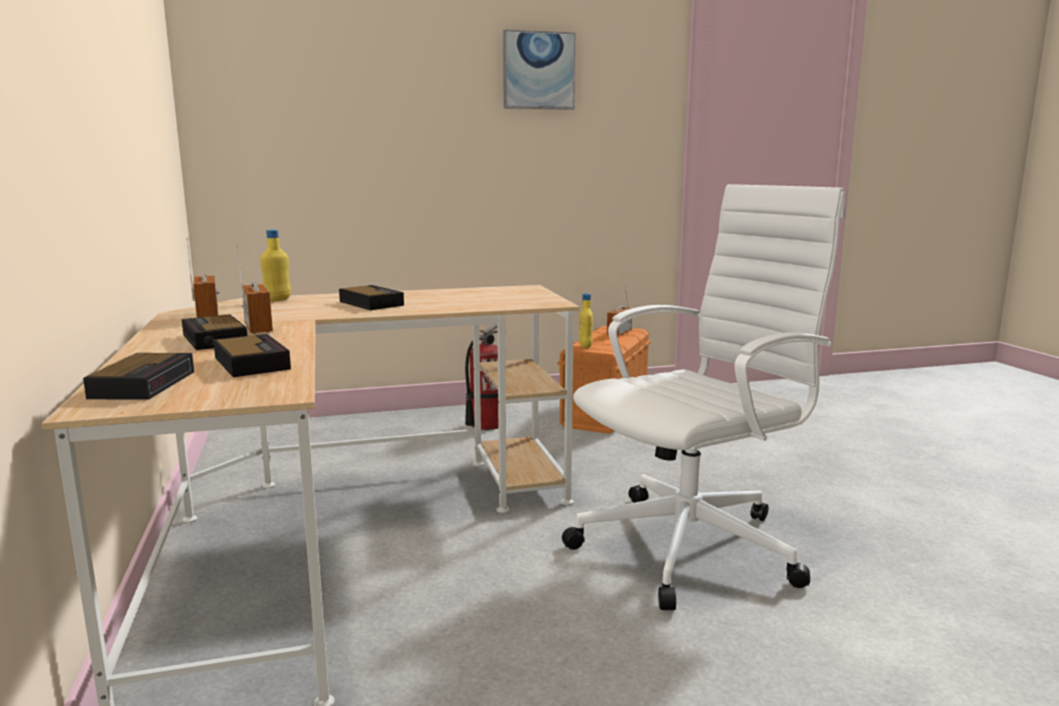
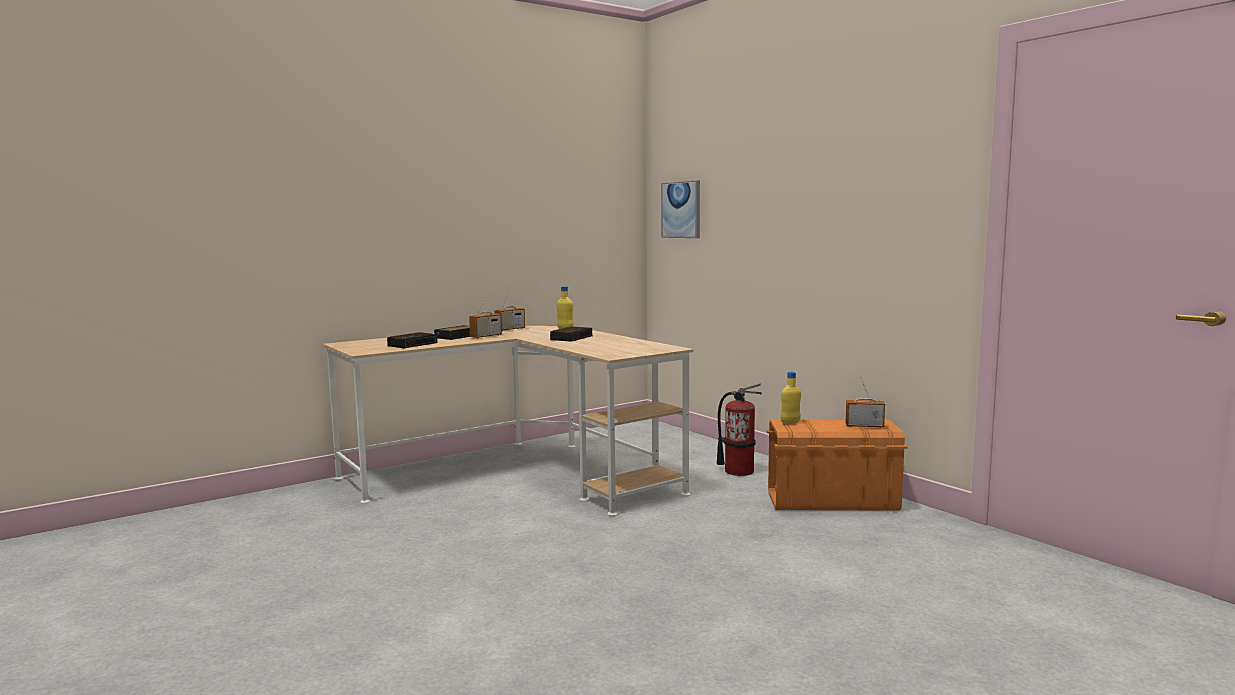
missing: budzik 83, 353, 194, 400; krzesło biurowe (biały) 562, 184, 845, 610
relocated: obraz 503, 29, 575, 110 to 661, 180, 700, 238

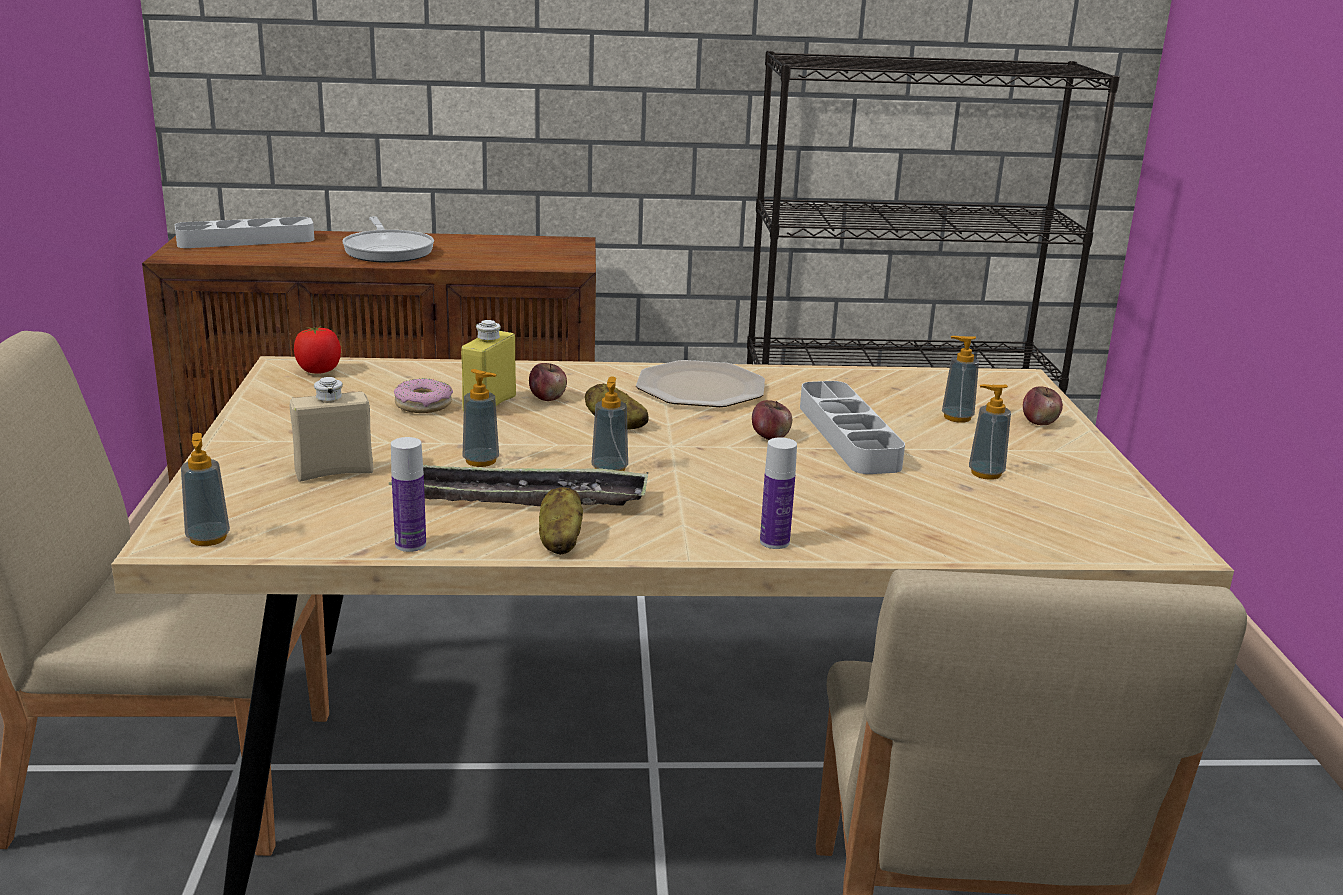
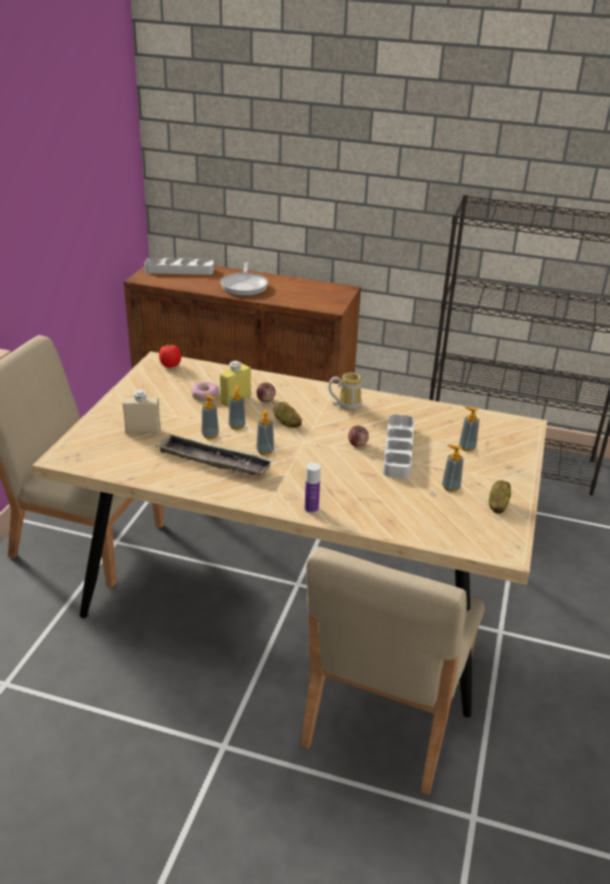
missing: butelka 391, 437, 426, 552; jabłko 1023, 386, 1063, 425
relocated: dozownik mydła 181, 433, 230, 546 to 229, 385, 246, 430; ziemniak 539, 487, 583, 555 to 489, 480, 511, 514
exchanged: talerz 636, 360, 765, 407 to kubek 328, 373, 362, 411

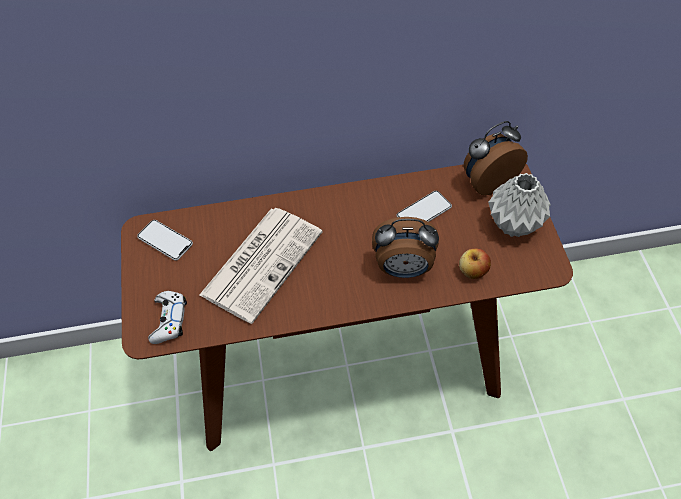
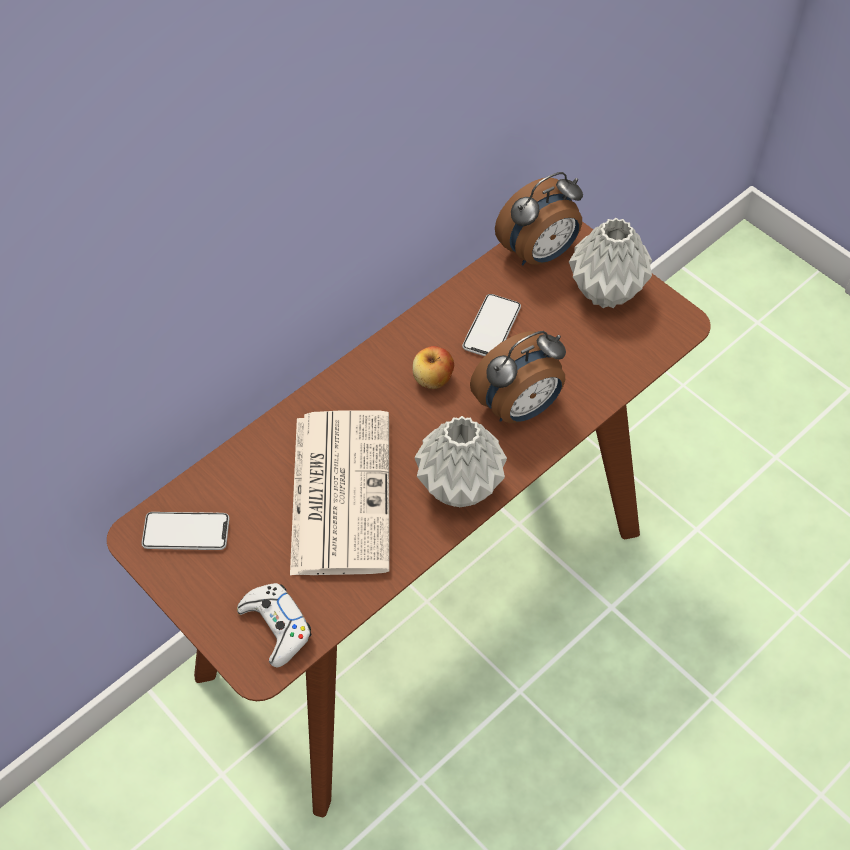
appeared: wazon (szary) 414, 416, 507, 507
relocated: jabłko 459, 249, 491, 279 to 412, 346, 454, 389
spun: budzik 464, 121, 528, 195 = 495, 172, 583, 266 150 degrees counterclockwise

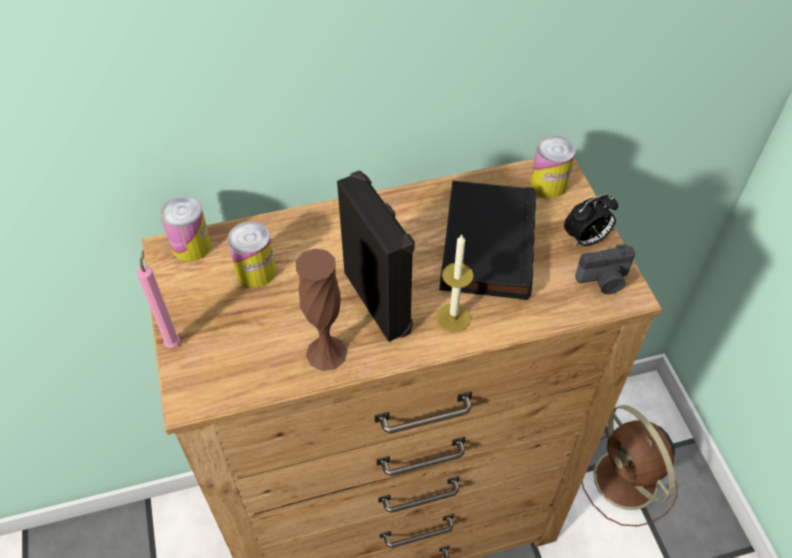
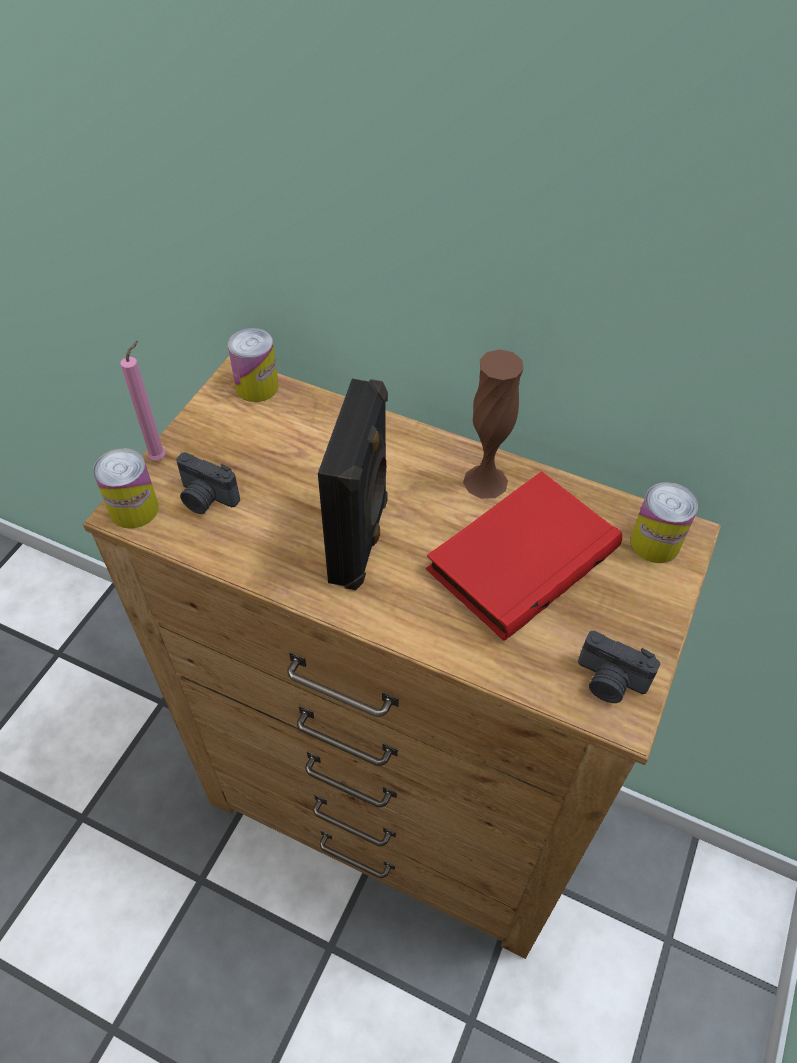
missing: świeca 436, 234, 474, 332; budzik 564, 194, 618, 247; wentylator (brązowy) 582, 405, 678, 527
appeared: aparat fotograficzny 176, 452, 240, 514
relocated: puszka 228, 221, 276, 287 to 93, 448, 159, 529; wazon (brązowy) 296, 249, 348, 371 to 463, 349, 524, 499
colour: książka (czarny) 439, 181, 536, 300 to książka (czerwony) 426, 471, 622, 641

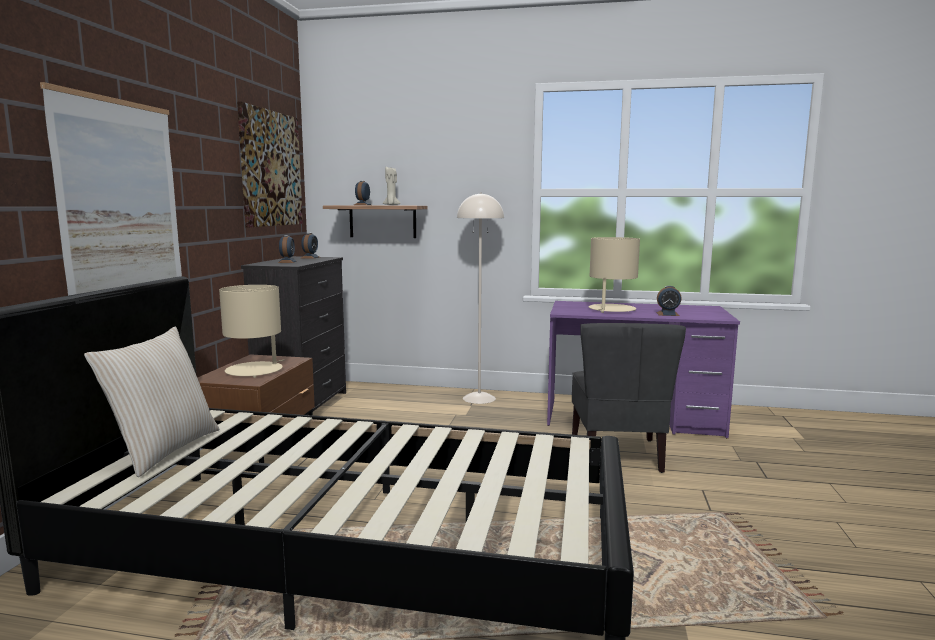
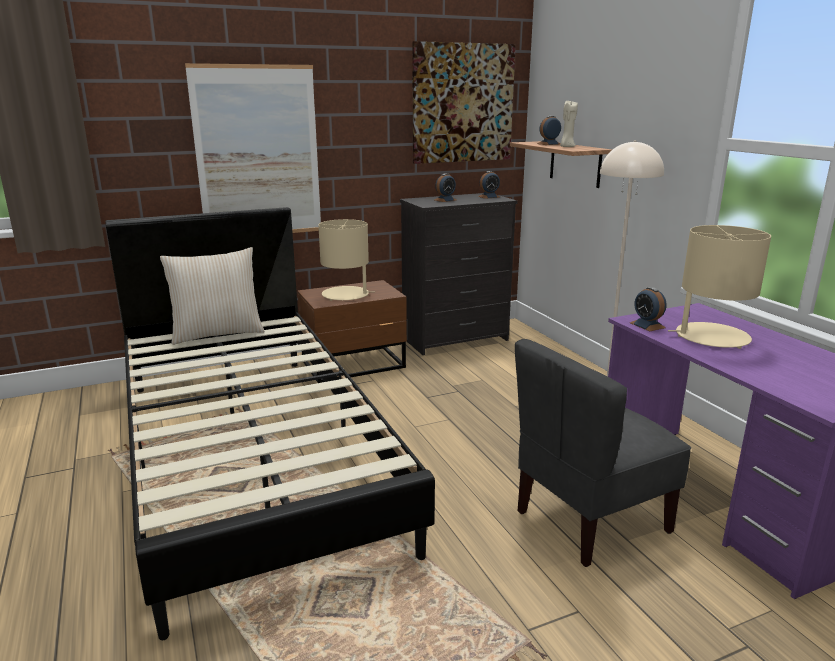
relocated: budzik 656, 286, 682, 316 to 630, 287, 667, 331

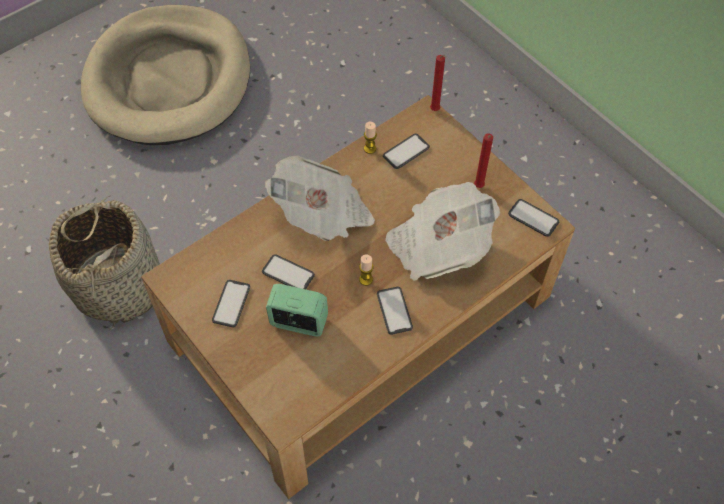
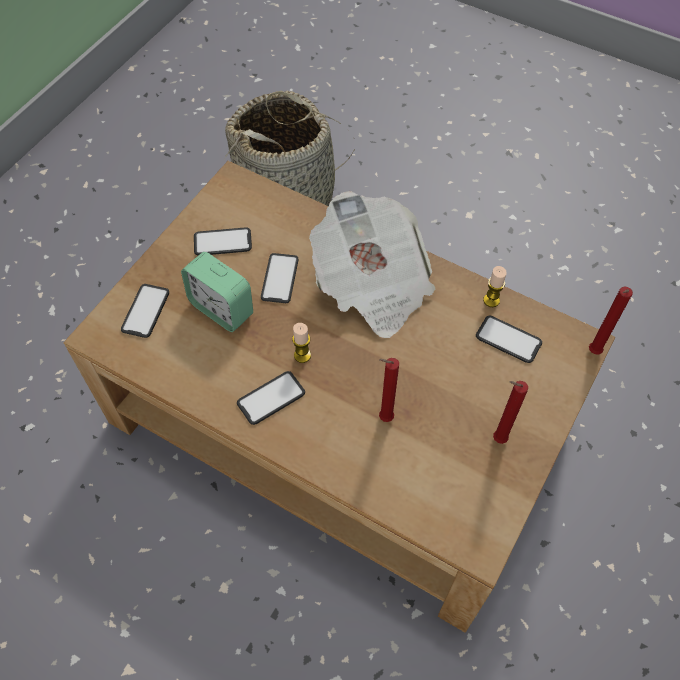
missing: legowisko (beżowy) 81, 5, 250, 145
relocated: telefon 508, 199, 559, 237 to 121, 284, 169, 338
exchanged: gazeta 385, 182, 500, 281 to świeca (czerwony) 379, 358, 399, 422
spun: budzik 266, 284, 328, 336 = 181, 252, 253, 332 135 degrees clockwise

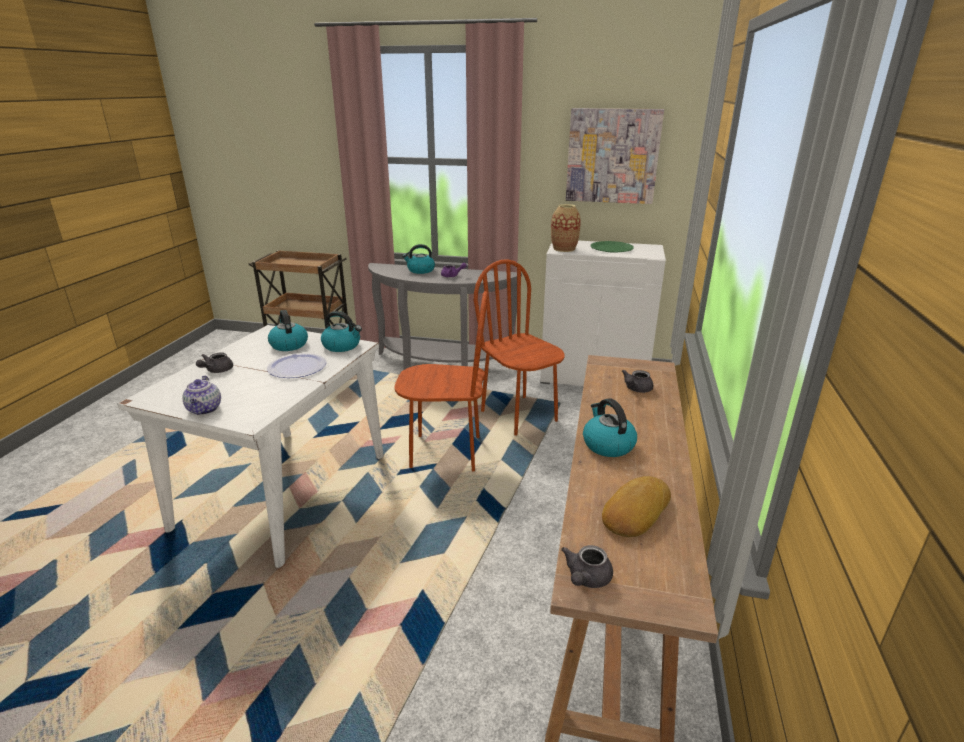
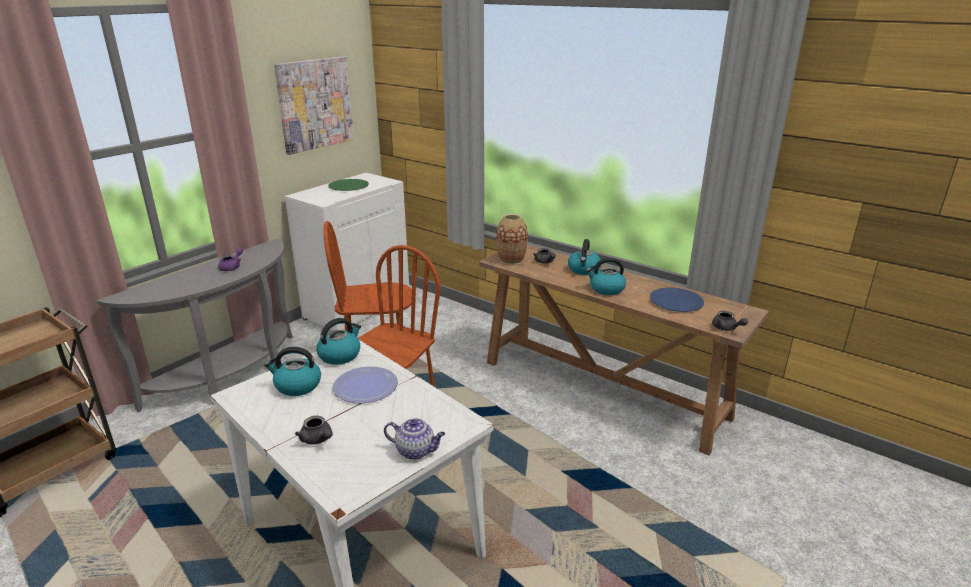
relocated: czajnik 402, 244, 435, 274 to 568, 239, 601, 275; wazon 551, 204, 581, 252 to 496, 213, 528, 264
exchanged: chleb 602, 476, 671, 537 to talerz (niebieski) 650, 288, 704, 312

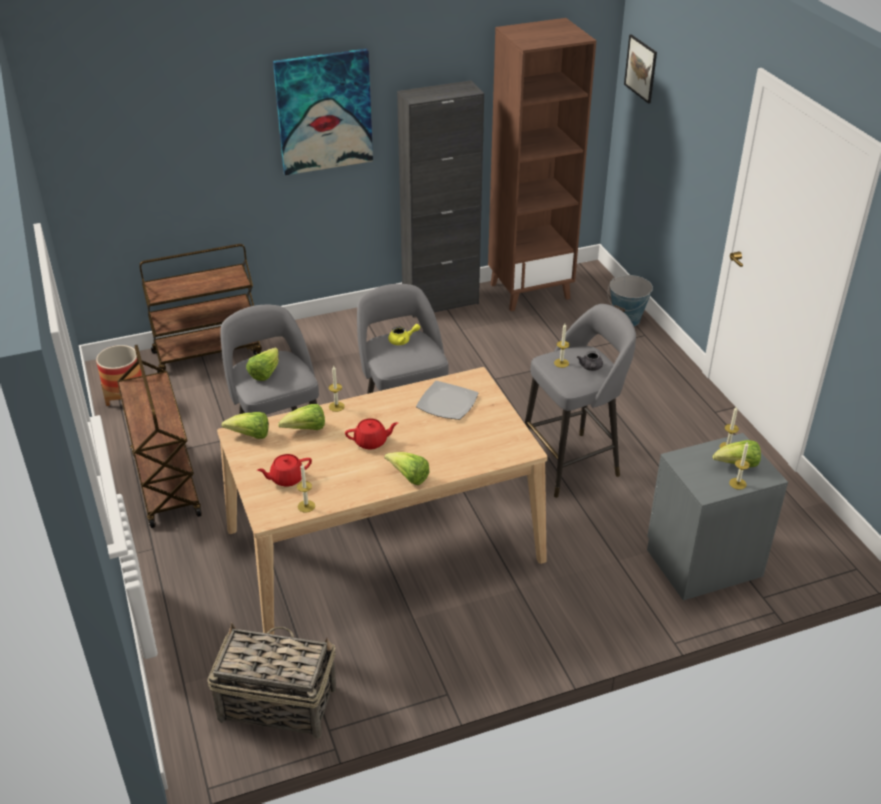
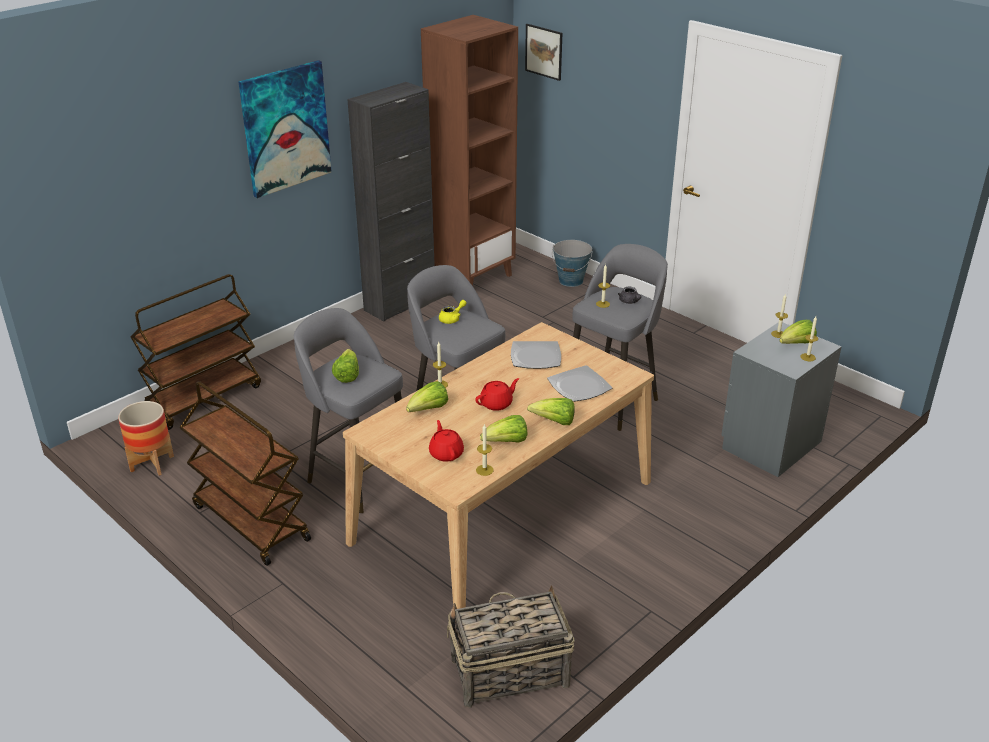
appeared: talerz 547, 365, 613, 402
relocated: sałata 221, 412, 269, 439 to 480, 415, 528, 443
spun: imbryk (czerwony) 257, 454, 312, 487 = 429, 420, 464, 462 120 degrees clockwise

